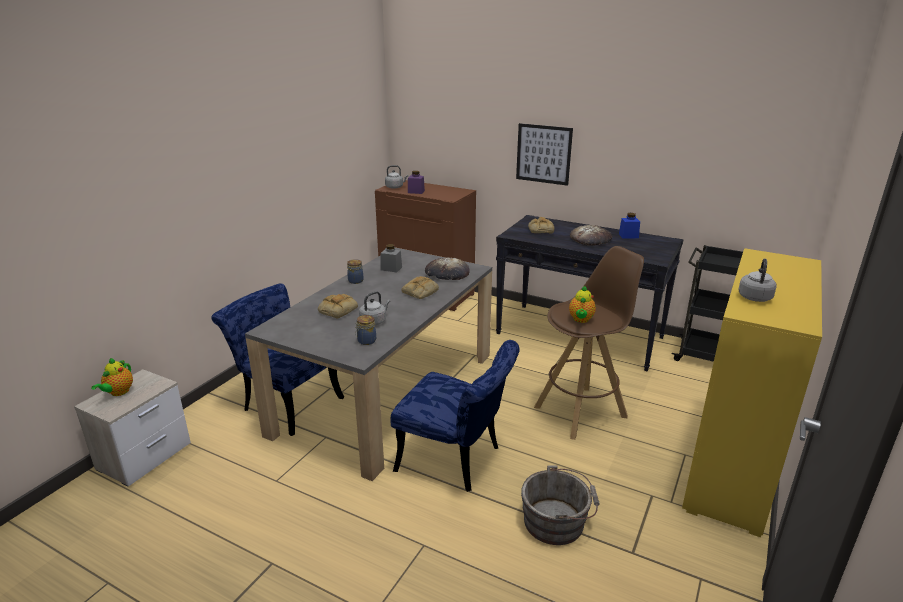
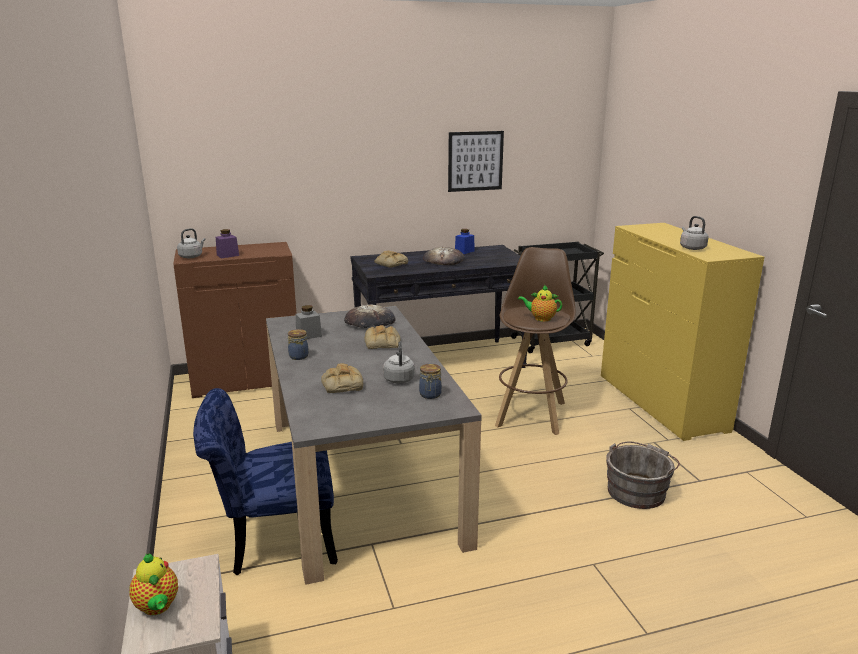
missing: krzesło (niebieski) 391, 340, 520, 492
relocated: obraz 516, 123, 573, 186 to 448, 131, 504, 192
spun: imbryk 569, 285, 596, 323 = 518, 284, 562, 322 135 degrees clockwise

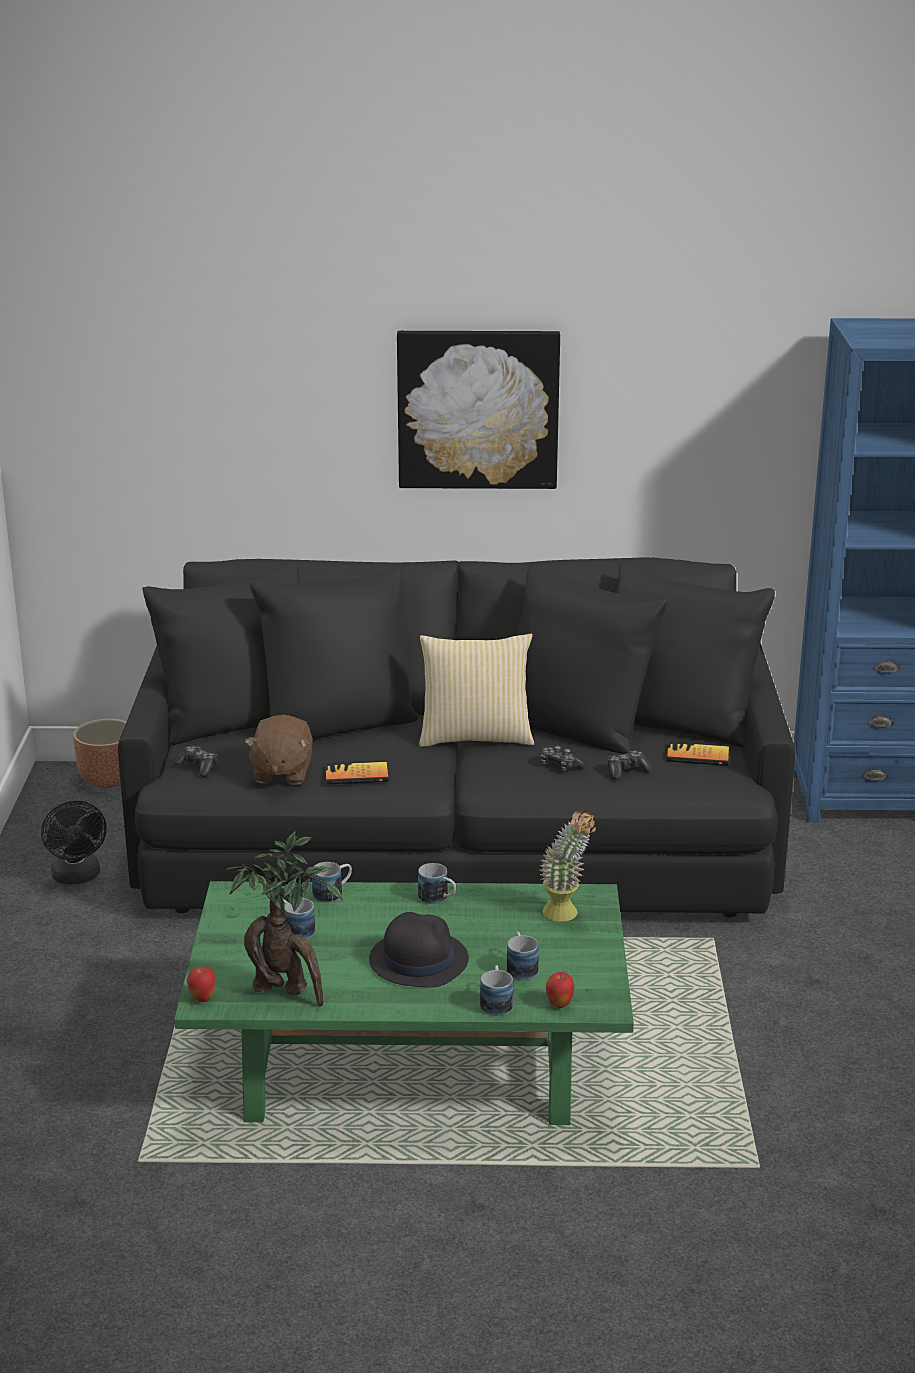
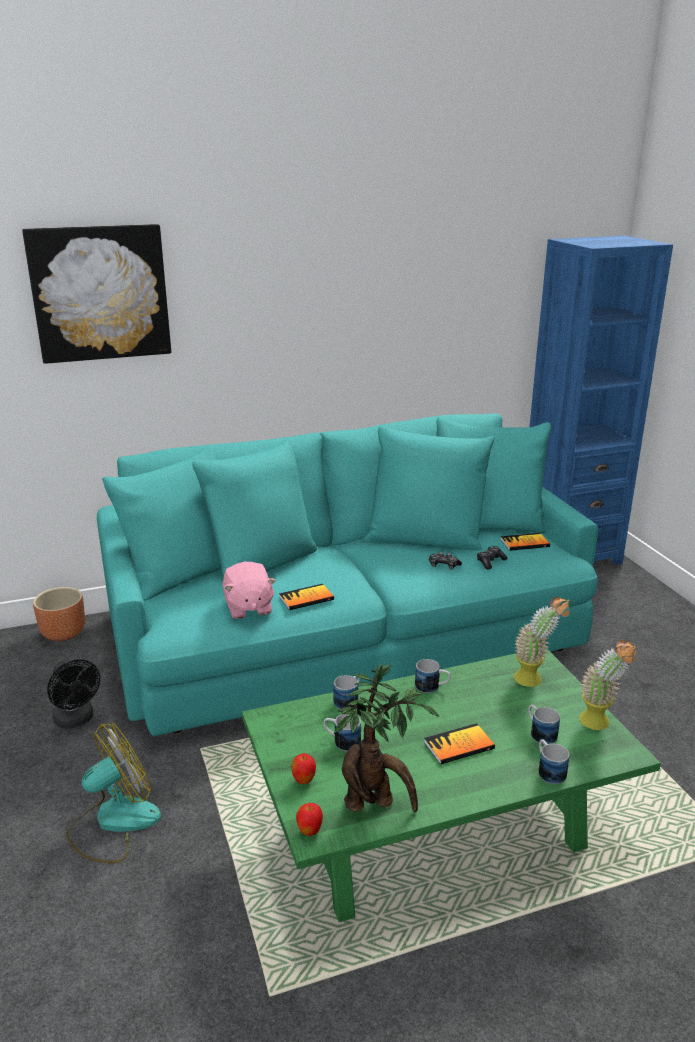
missing: pad do gier 174, 746, 217, 777; poduszka 419, 633, 534, 747
appeared: wentylator 66, 723, 161, 863; roślina doniczkowa 579, 640, 637, 730
relocated: obraz 397, 331, 560, 489 to 22, 224, 171, 364; jabłko 546, 972, 574, 1008 to 291, 753, 316, 784
exchanged: kapelusz (czarny) 369, 912, 469, 987 to książka 424, 723, 495, 765
colour: kanapa (czarny) 118, 557, 795, 918 to kanapa (turkusowy) 97, 413, 598, 736; pluszak (brązowy) 244, 715, 313, 785 to pluszak (różowy) 223, 562, 276, 619

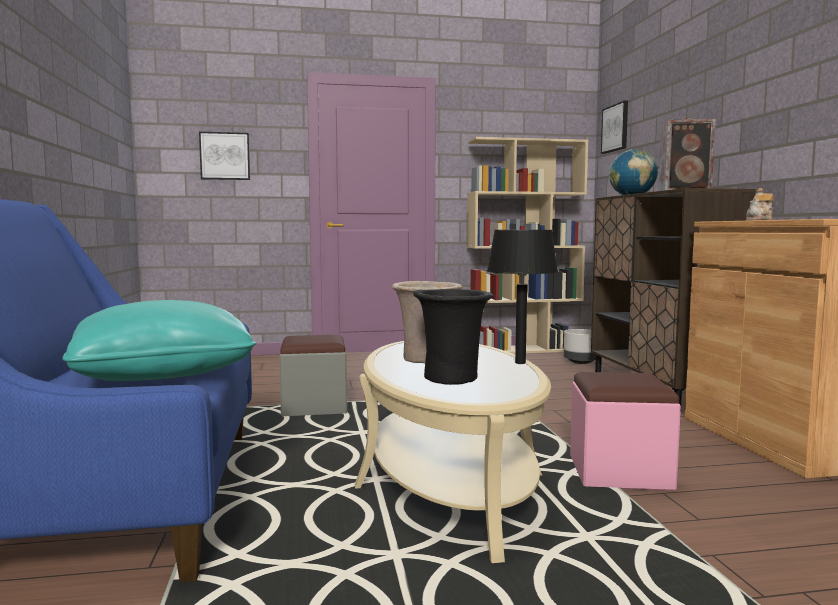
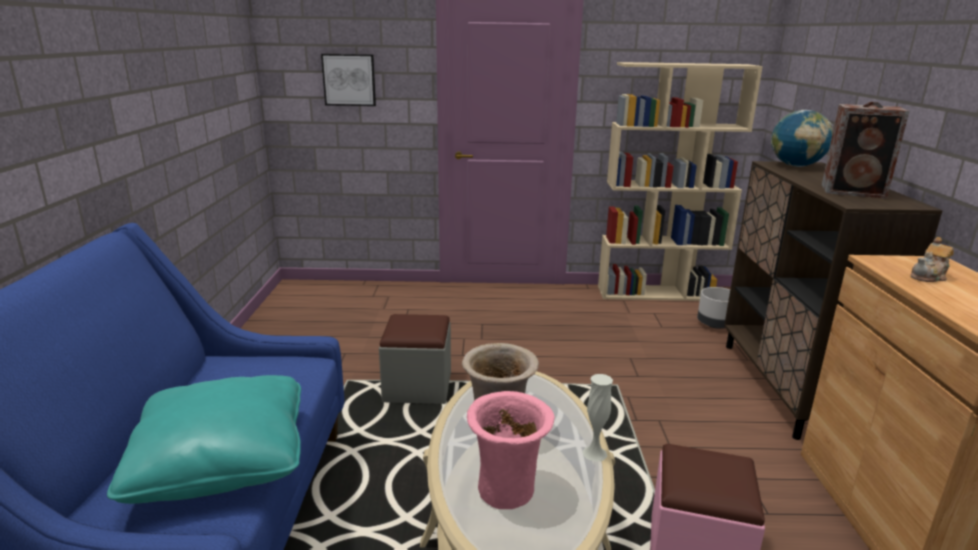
missing: obraz 601, 101, 628, 154
exchanged: lampa stołowa (czarny) 487, 230, 558, 364 to wazon (biały) 582, 374, 613, 462
colour: wazon (czarny) 413, 289, 493, 385 to wazon (różowy) 467, 391, 555, 509

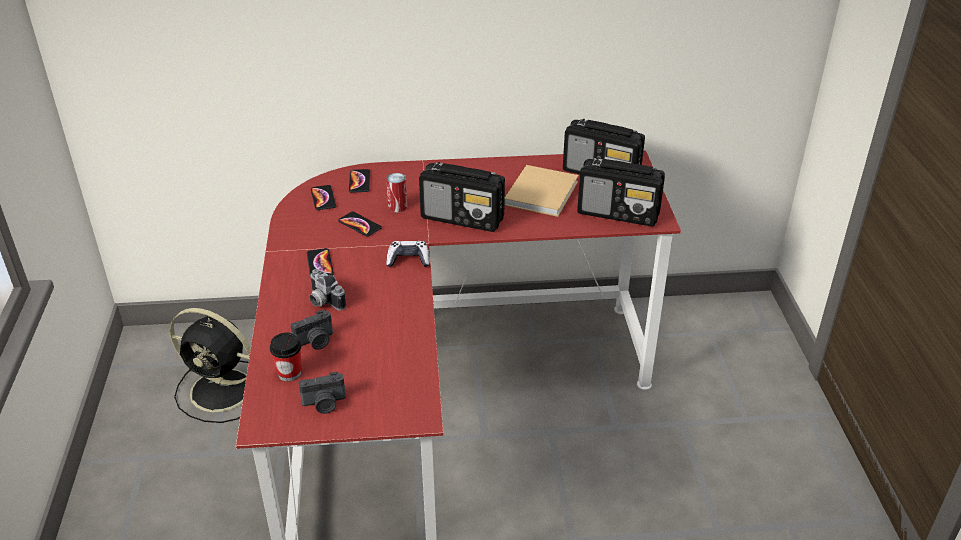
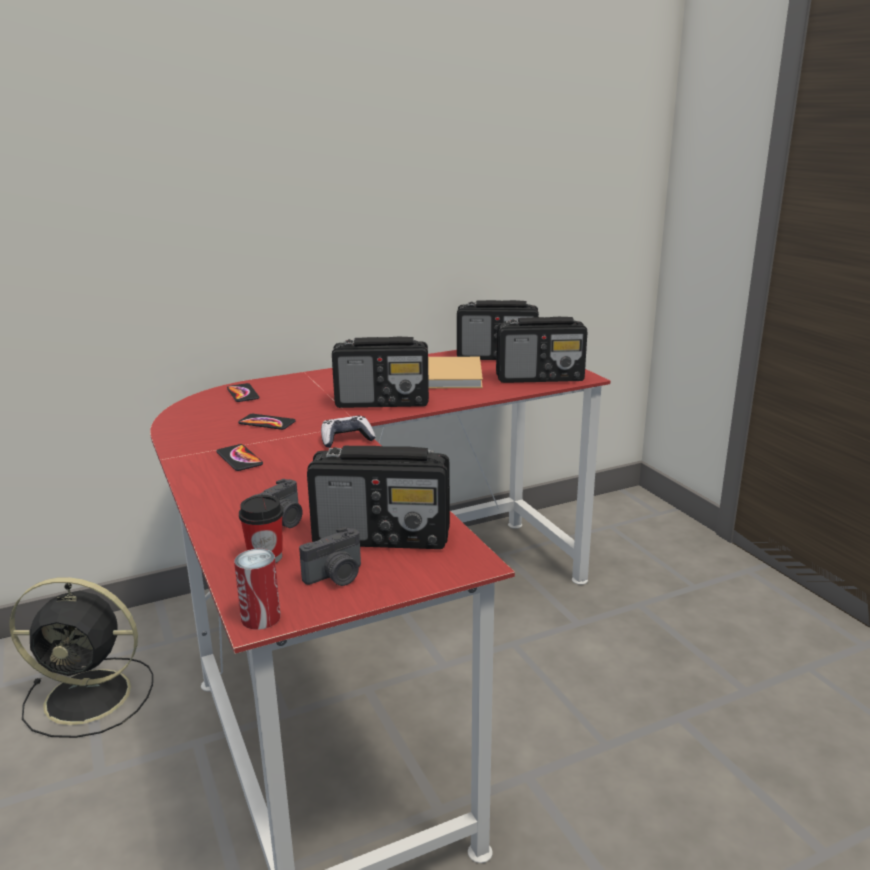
missing: aparat fotograficzny 309, 269, 346, 310; telefon 311, 185, 336, 210
appeared: radio 307, 446, 450, 549
relocated: puszka 386, 173, 408, 212 to 234, 549, 281, 630

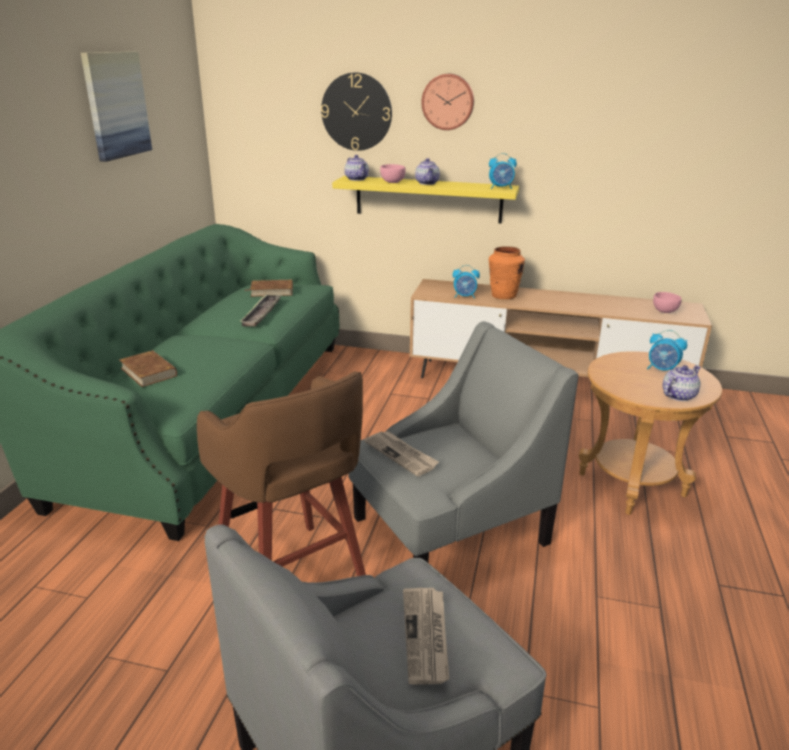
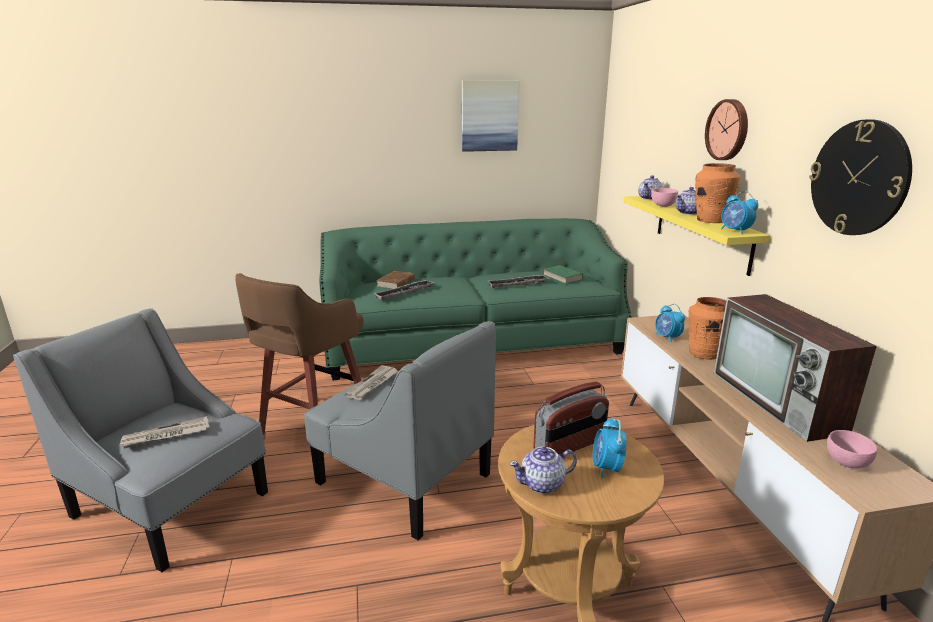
appeared: taca 373, 280, 434, 300; radio 533, 381, 609, 455; wazon (pomarańczowy) 695, 163, 741, 223; telewizor 714, 294, 876, 442
relocated: zegar ścienny 321, 72, 392, 151 to 809, 119, 912, 235
colour: książka (brązowy) 250, 280, 293, 297 to książka (zielony) 543, 265, 583, 284
spun: imbryk 662, 365, 701, 401 = 509, 447, 577, 494 135 degrees clockwise

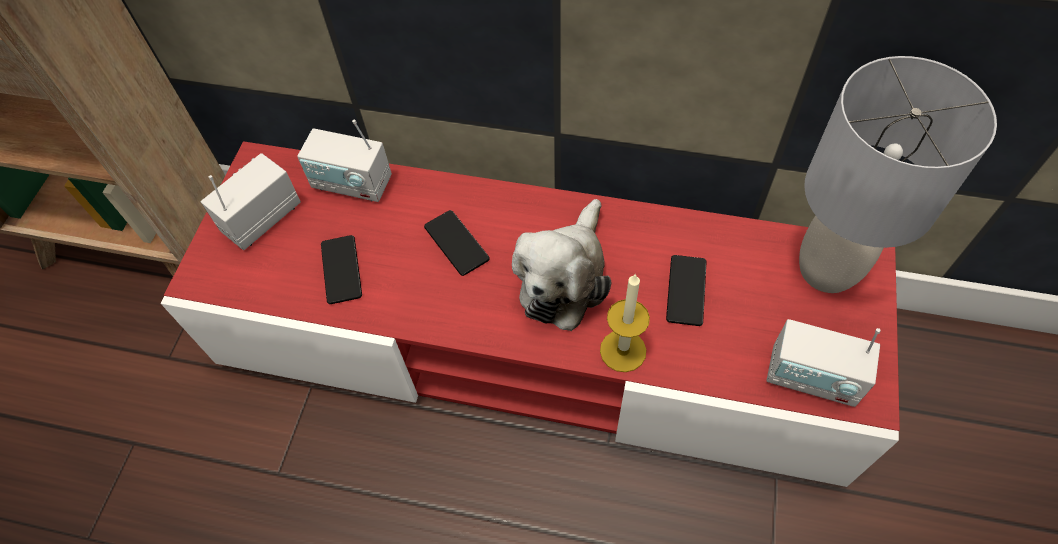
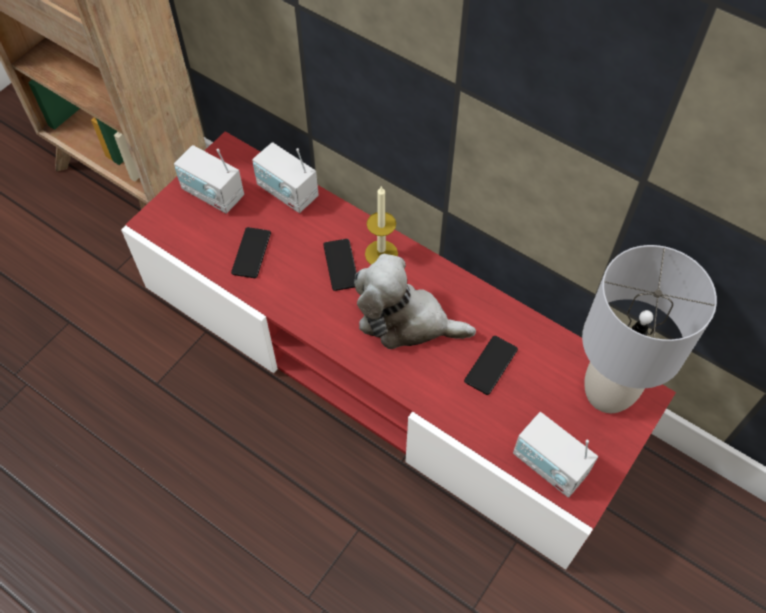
relocated: świeca 600, 273, 650, 372 to 365, 185, 398, 265
spun: radio 201, 153, 301, 250 = 174, 145, 244, 214 120 degrees counterclockwise; pluszak 512, 199, 612, 331 = 354, 254, 476, 349 60 degrees clockwise

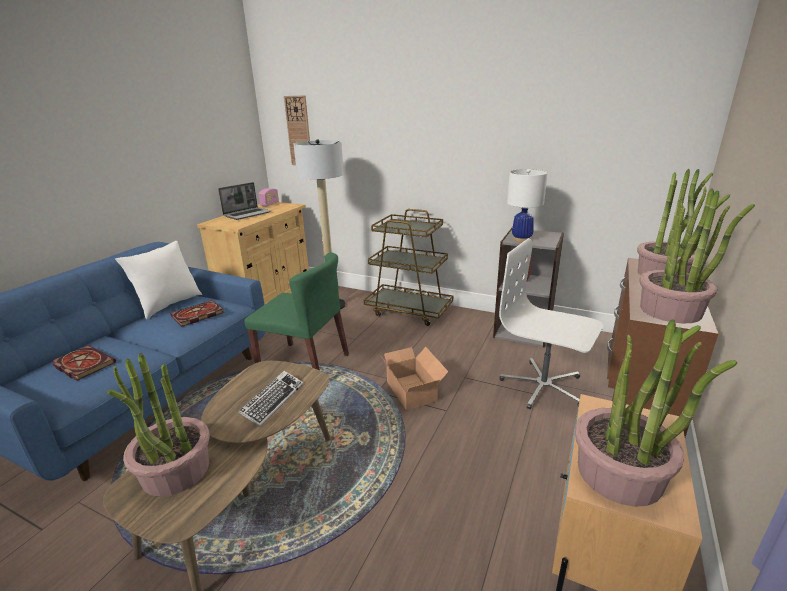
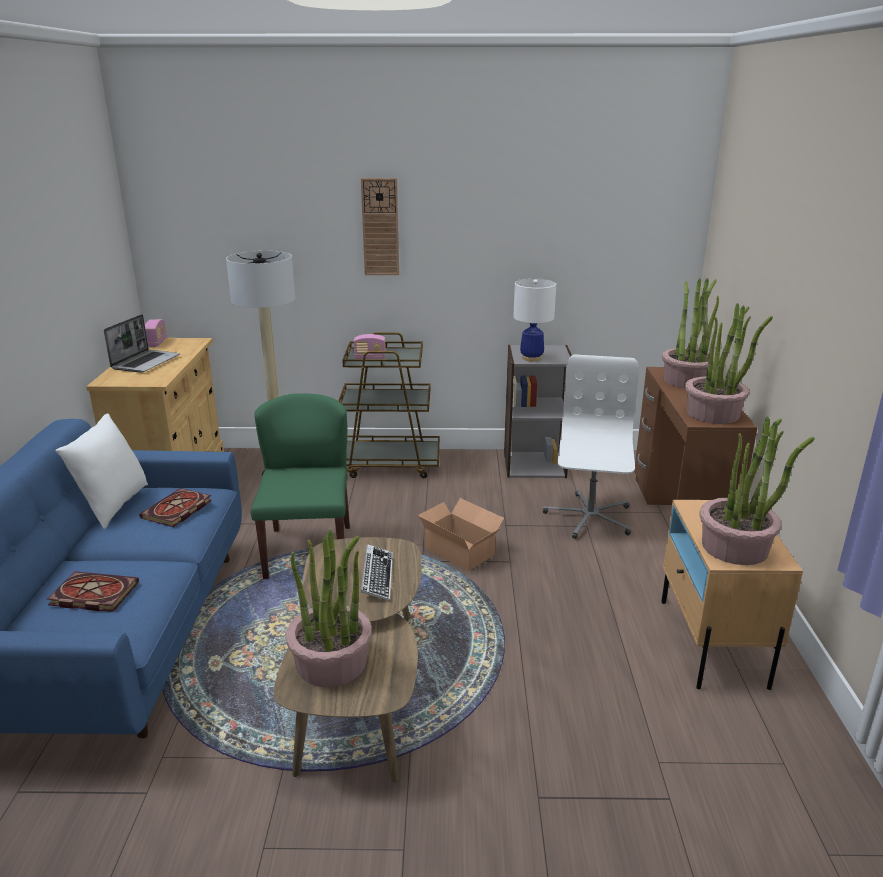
appeared: radio 354, 334, 386, 359
relocated: zegar ścienny 284, 95, 310, 165 to 361, 178, 399, 275
spun: krzesło (zielony) 244, 252, 349, 370 = 251, 393, 350, 579 90 degrees counterclockwise; krzesło biurowe (biały) 499, 238, 603, 409 = 543, 354, 639, 539 90 degrees clockwise

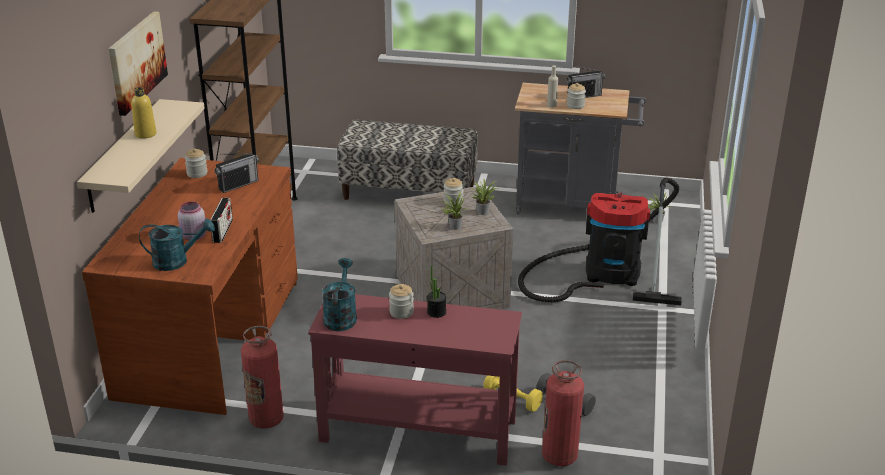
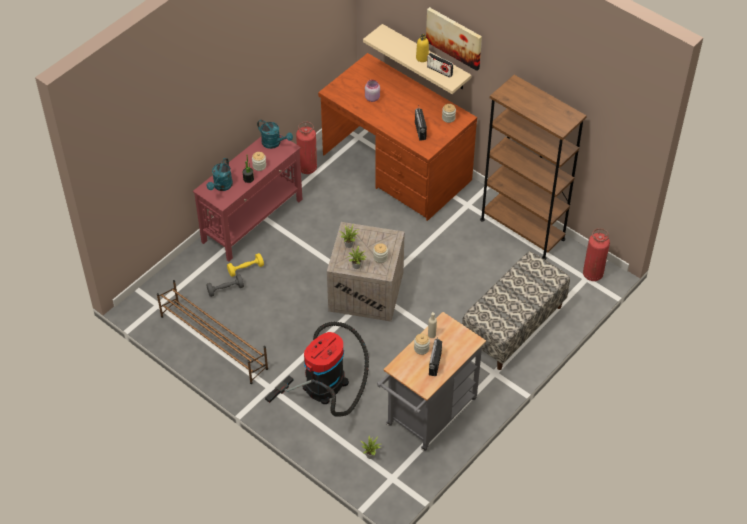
appeared: regał na buty (brązowy) 157, 280, 268, 384
relocated: konewka (turkusowy) 139, 219, 215, 271 to 207, 158, 233, 191; radio 210, 198, 233, 243 to 427, 53, 453, 78; gaśnica 542, 360, 584, 466 to 583, 228, 610, 281

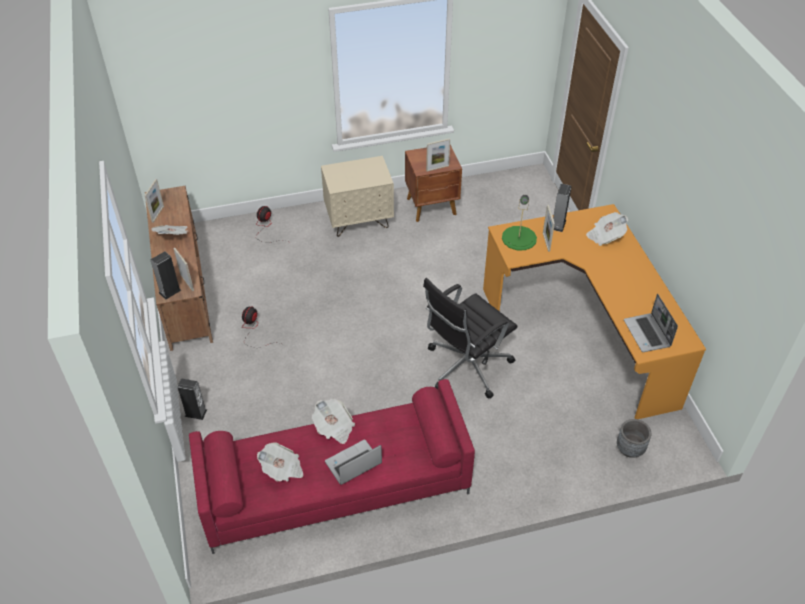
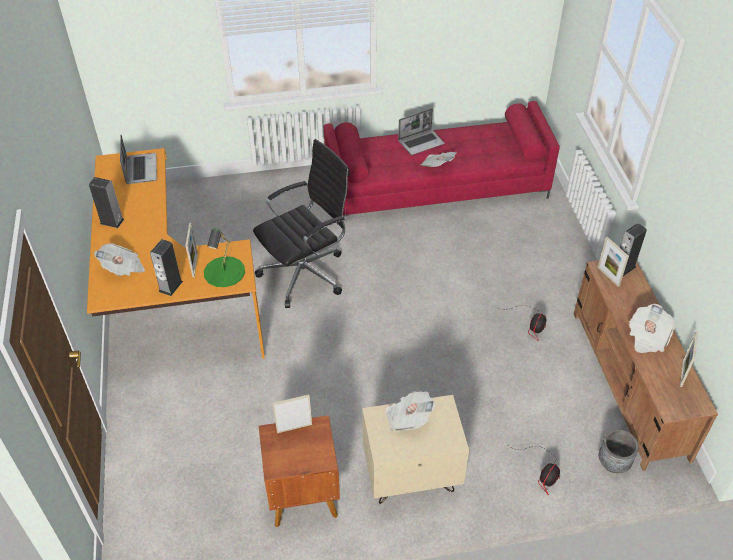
relocated: głośnik 177, 378, 207, 420 to 89, 177, 124, 228; gazeta 257, 442, 304, 482 to 385, 391, 435, 431; donica (szary) 617, 419, 651, 458 to 599, 429, 639, 473

